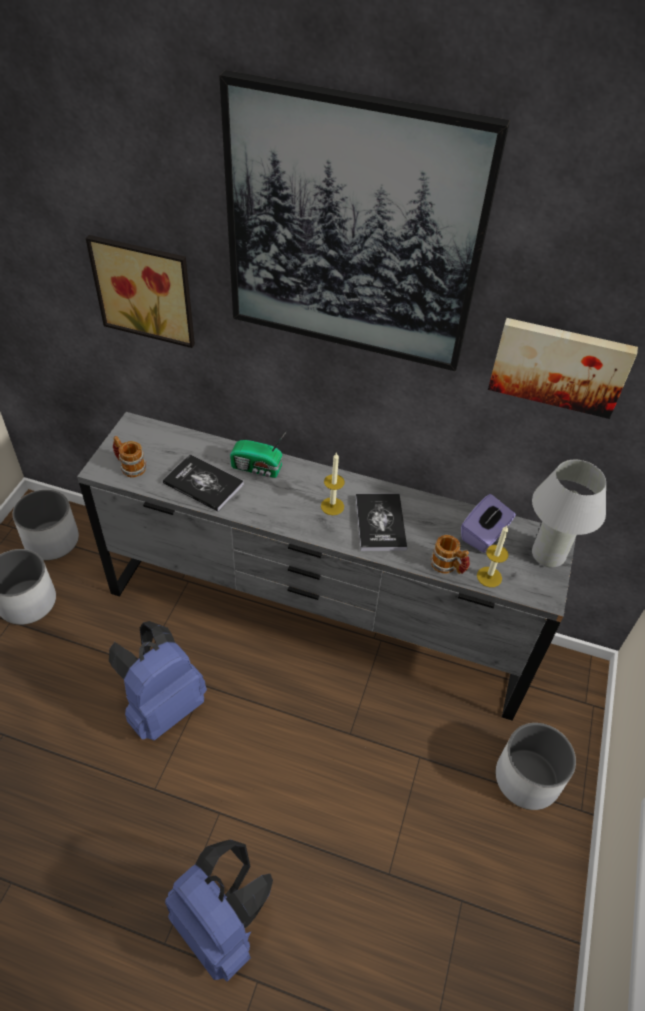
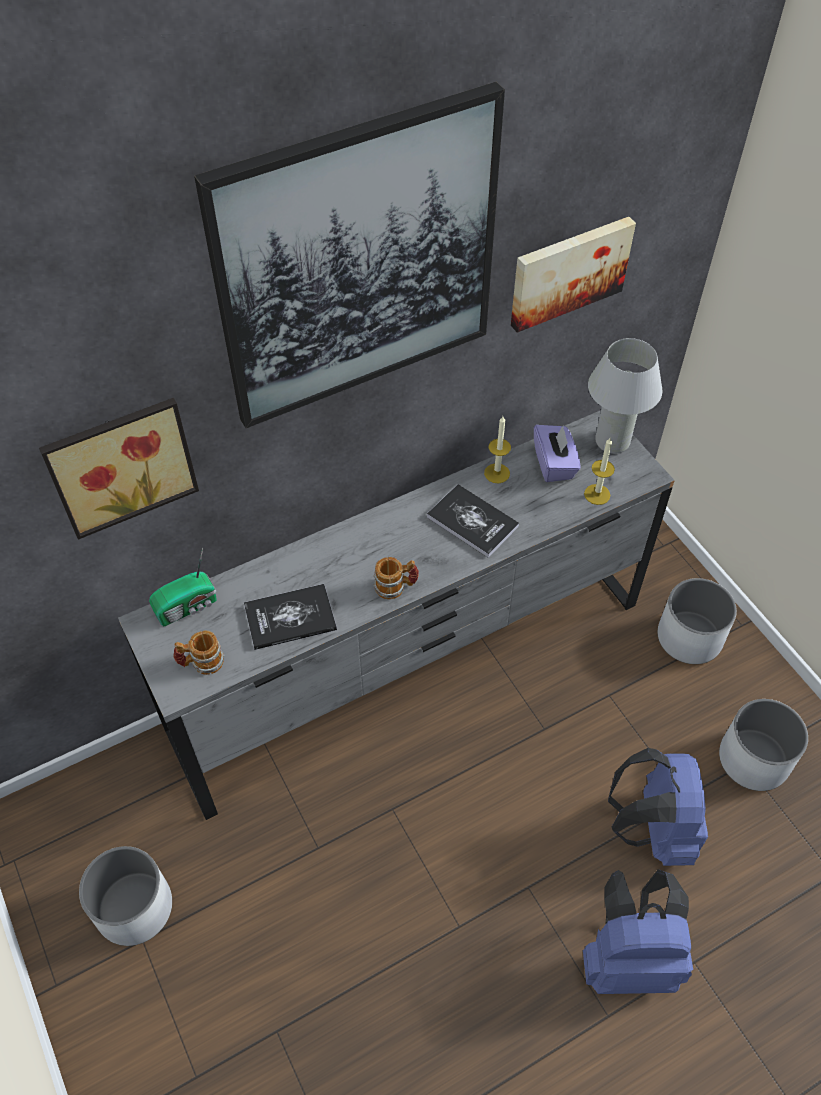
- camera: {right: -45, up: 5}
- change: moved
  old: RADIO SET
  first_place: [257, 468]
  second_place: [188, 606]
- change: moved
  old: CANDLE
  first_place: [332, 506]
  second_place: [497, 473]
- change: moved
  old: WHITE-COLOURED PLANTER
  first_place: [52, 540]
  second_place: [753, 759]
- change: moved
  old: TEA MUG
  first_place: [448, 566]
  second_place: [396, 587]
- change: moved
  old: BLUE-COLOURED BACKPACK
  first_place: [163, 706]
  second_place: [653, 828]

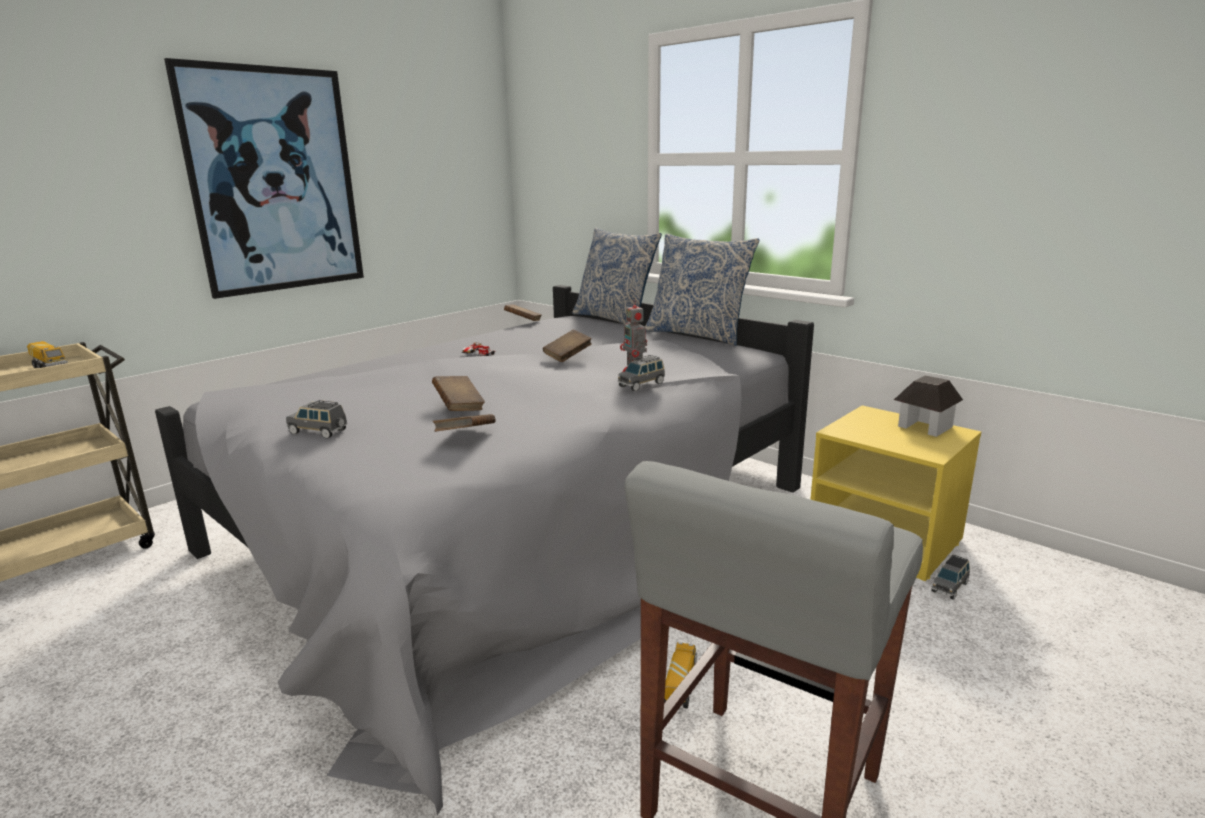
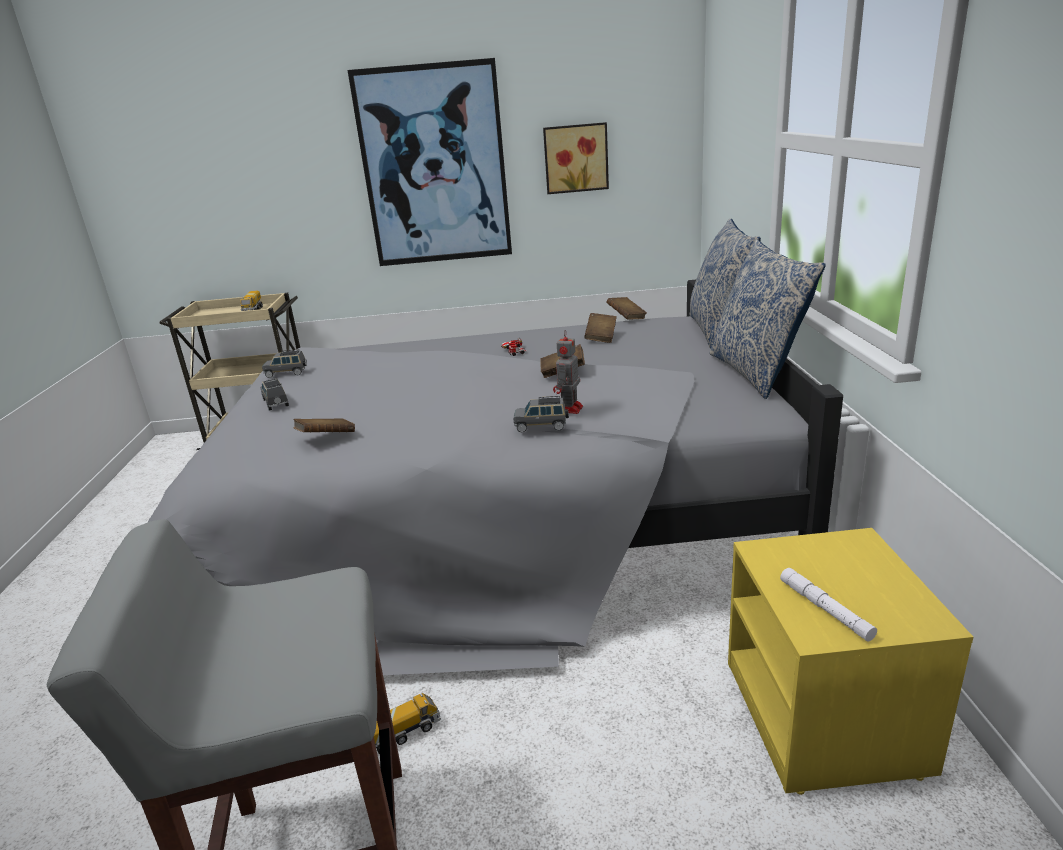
- camera: {right: 45, up: 5}
- change: moved
  old: BROWN BOOK
  first_place: [459, 406]
  second_place: [601, 337]
- change: removed
  old: TOY HOUSE
  first_place: [924, 427]
- change: moved
  old: GRAY TOY CAR
  first_place: [949, 587]
  second_place: [287, 373]
- change: added
  new: WALL PICTURE
  second_place: [575, 158]
- change: added
  new: WHITE-COLOURED TORCH
  second_place: [825, 609]

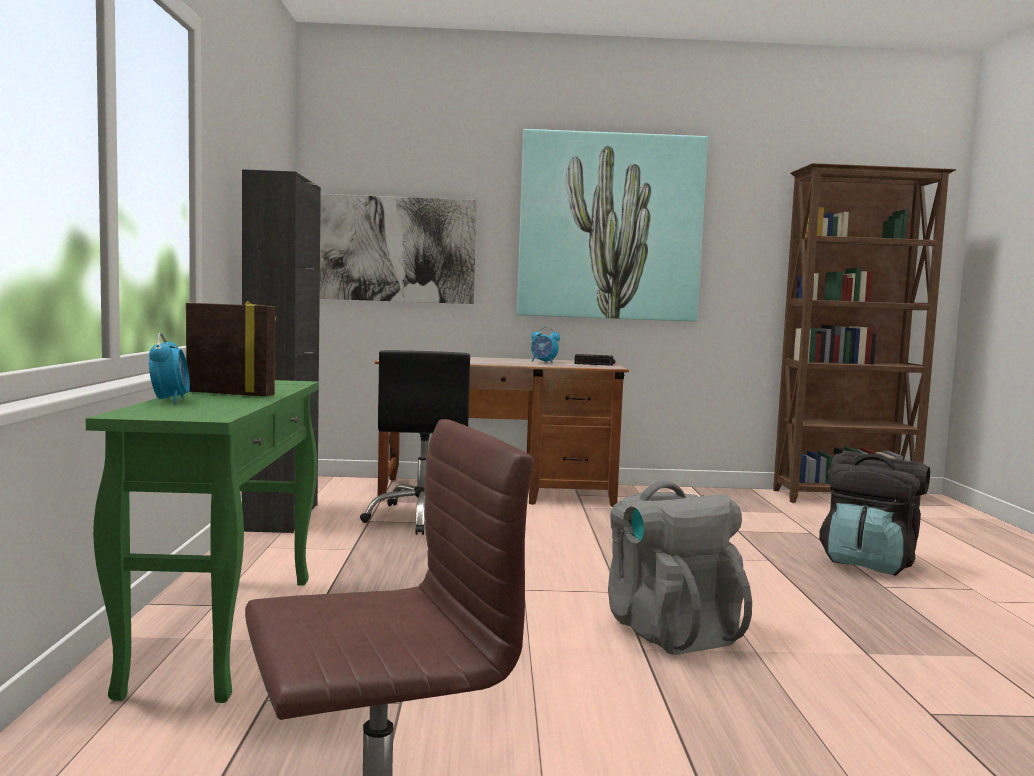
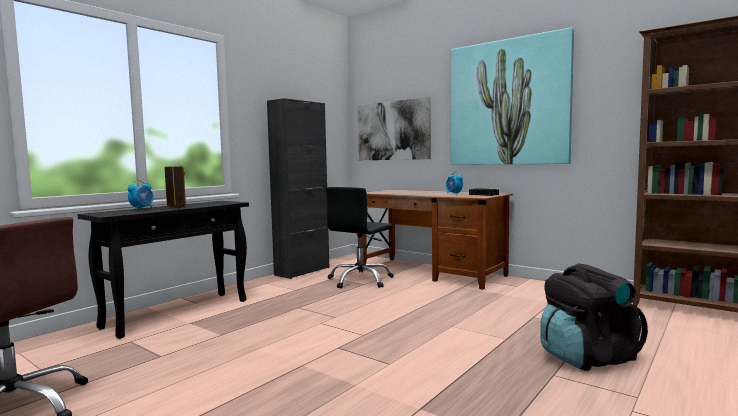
- camera: {right: 40, up: 0}
- change: recoloured
  old: GREENISH CONSOLE TABLE
  new: BLACK-COLOURED CONSOLE TABLE
  first_place: [226, 630]
  second_place: [178, 313]
- change: removed
  old: GRAY BACKPACK
  first_place: [668, 630]

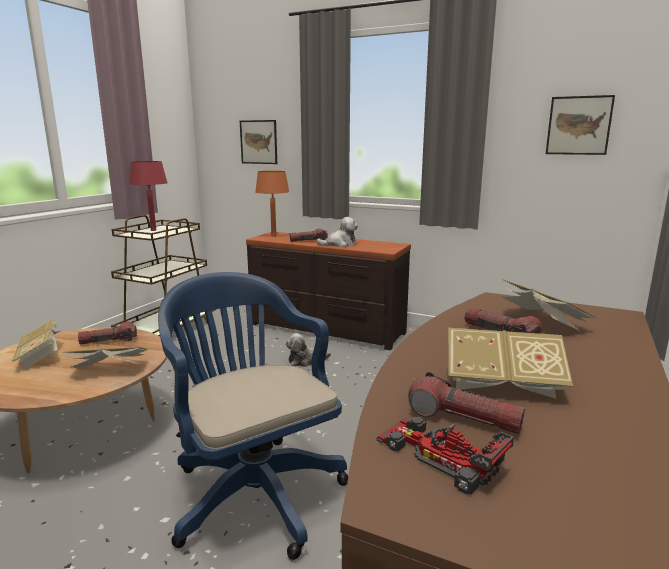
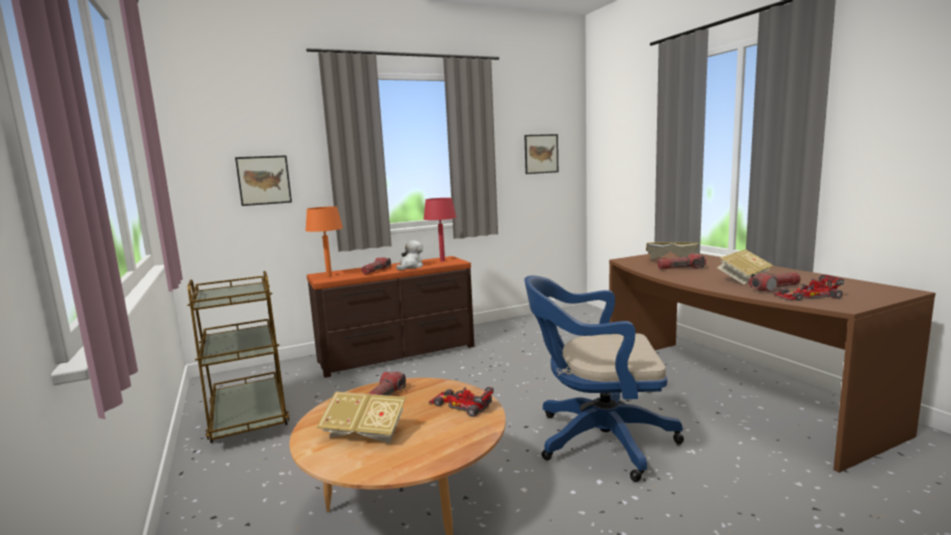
- camera: {right: -50, up: -5}
- change: moved
  old: RED TABLETOP LAMP
  first_place: [154, 230]
  second_place: [442, 260]
- change: removed
  old: SOFT TOY
  first_place: [305, 361]
- change: replaced
  old: BOOK
  new: TOY CAR
  first_place: [109, 371]
  second_place: [461, 404]

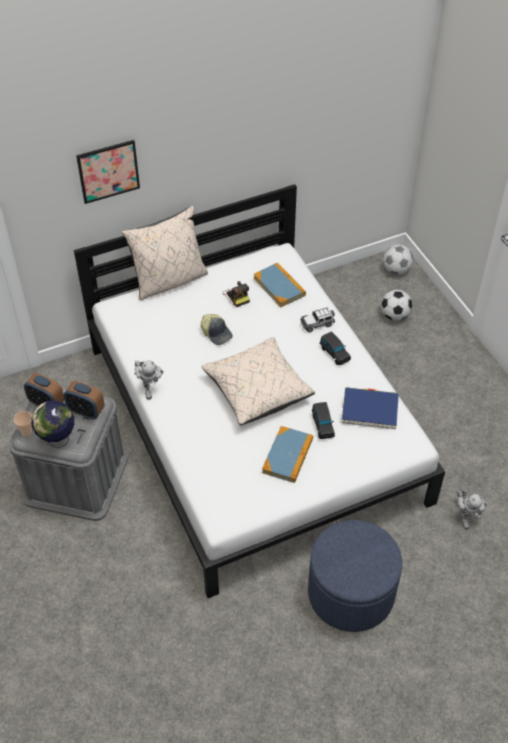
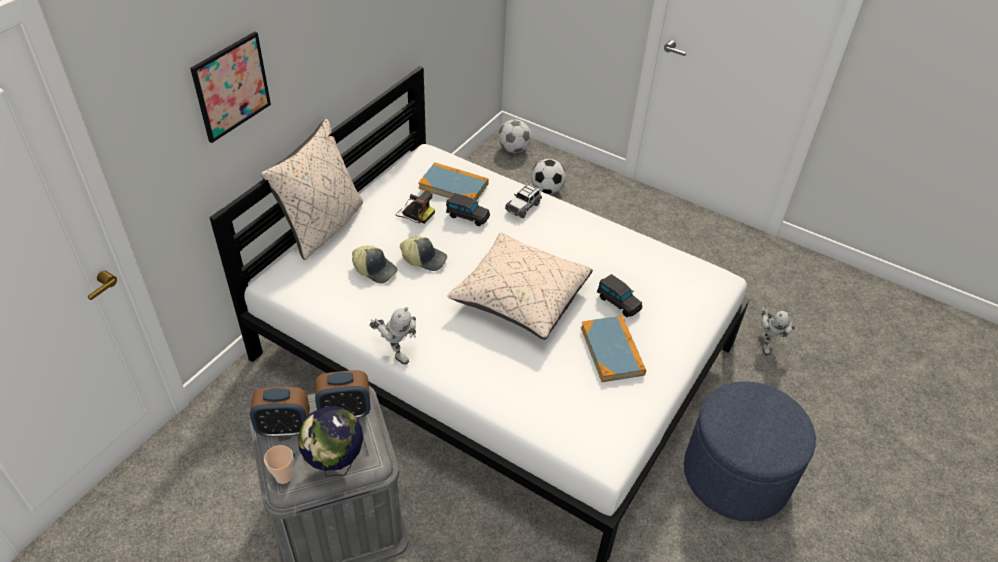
- camera: {right: -35, up: -5}
- change: moved
  old: BLACK-COLOURED TOY CAR
  first_place: [334, 353]
  second_place: [467, 216]
- change: removed
  old: BLUE-COLOURED BOOK
  first_place: [370, 410]
- change: turned
  old: ROBOT FIGURE
  first_place: [465, 516]
  second_place: [766, 343]
  degrees: 45
- change: added
  new: BASEBALL CAP
  second_place: [375, 269]

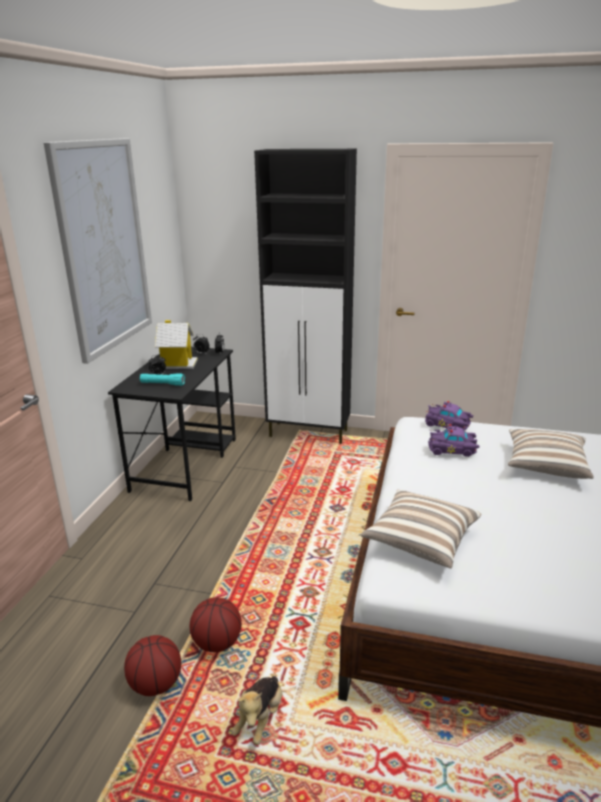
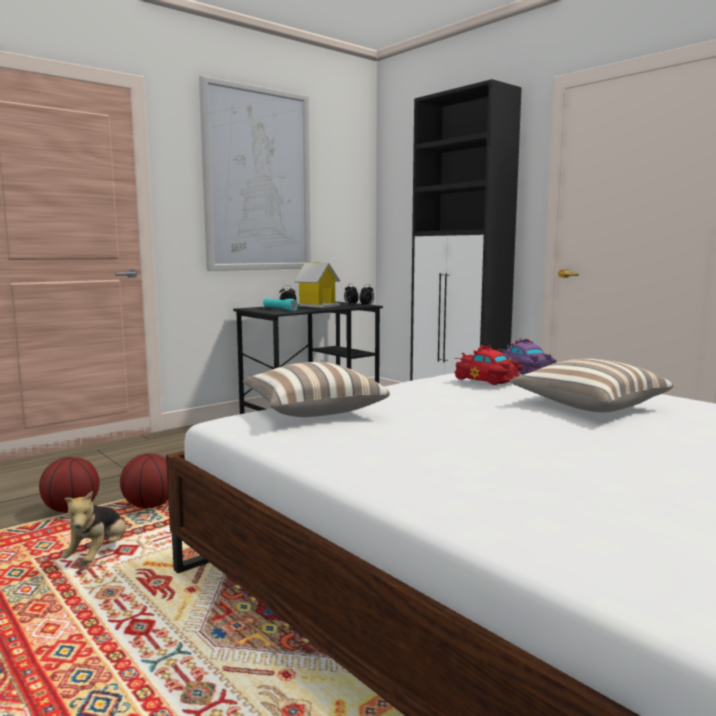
- camera: {right: 35, up: -15}
- change: recoloured
  old: PURPLE TOY CAR
  new: RED TOY CAR
  first_place: [453, 450]
  second_place: [487, 380]
- change: turned
  old: SOFT TOY
  first_place: [260, 718]
  second_place: [98, 554]
  degrees: -45

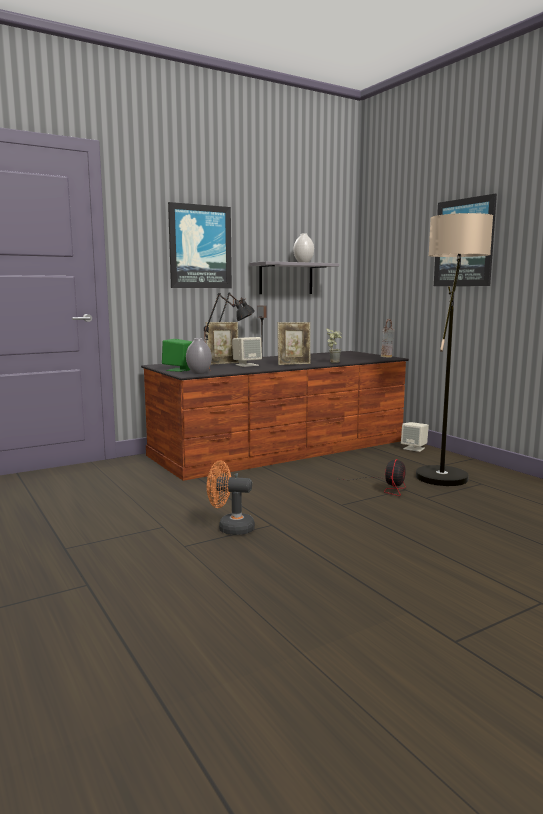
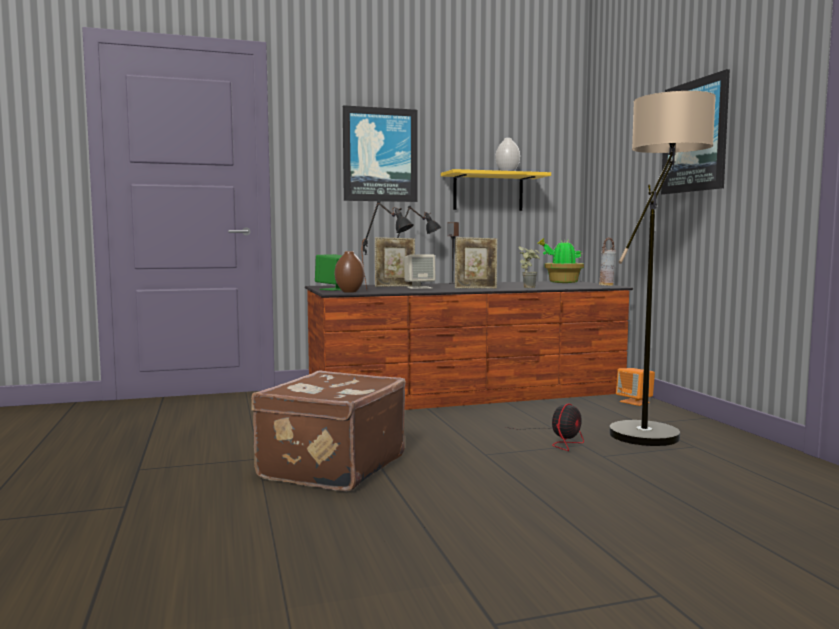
- camera: {right: 15, up: -5}
- change: recoloured
  old: GRAY BRACKET SHELF
  new: YELLOW-COLOURED BRACKET SHELF
  first_place: [286, 278]
  second_place: [488, 192]
- change: recoloured
  old: GRAY VASE
  new: BROWN VASE
  first_place: [198, 373]
  second_place: [349, 292]
- change: recoloured
  old: BEIGE LOUDSPEAKER
  new: ORANGE-COLOURED LOUDSPEAKER
  first_place: [414, 448]
  second_place: [635, 402]
- change: replaced
  old: ORANGE-COLOURED COOLING FAN
  new: BROWN TRAVEL CASE
  first_place: [230, 528]
  second_place: [330, 467]
- change: added
  new: HOUSEPLANT
  second_place: [562, 282]

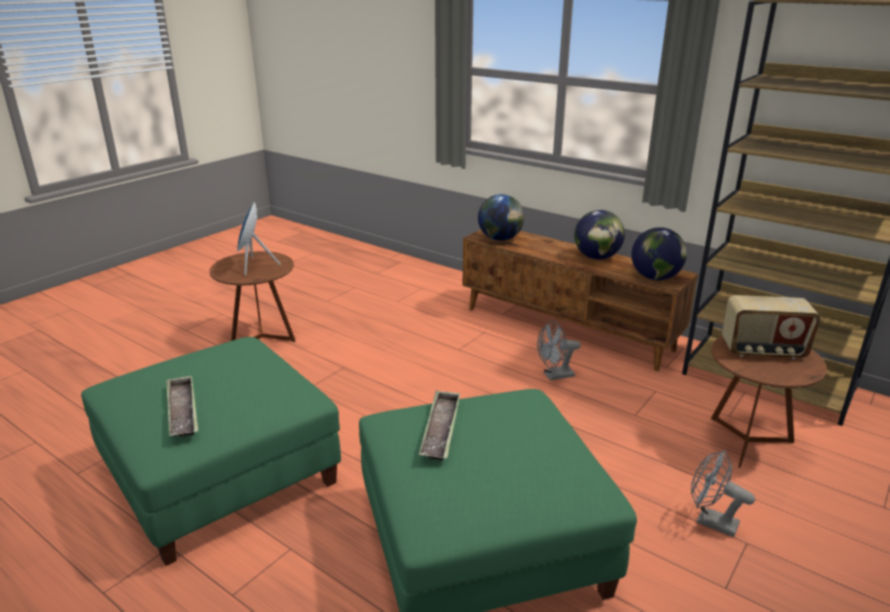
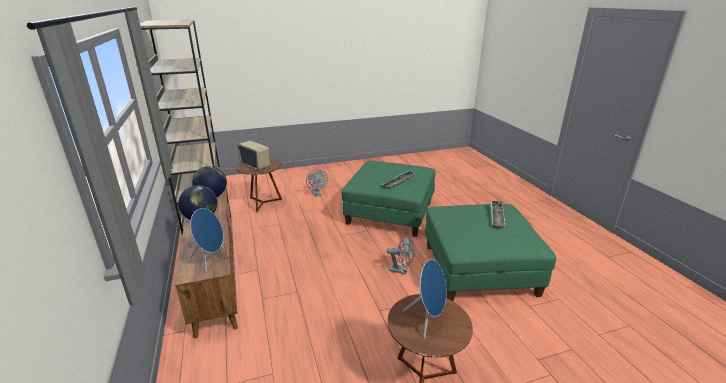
- camera: {right: -145, up: 0}
- change: replaced
  old: WORLD GLOBE
  new: BLUE-COLOURED LOUDSPEAKER
  first_place: [500, 239]
  second_place: [211, 259]
- change: moved
  old: GRAY COOLING FAN
  first_place: [554, 376]
  second_place: [401, 270]

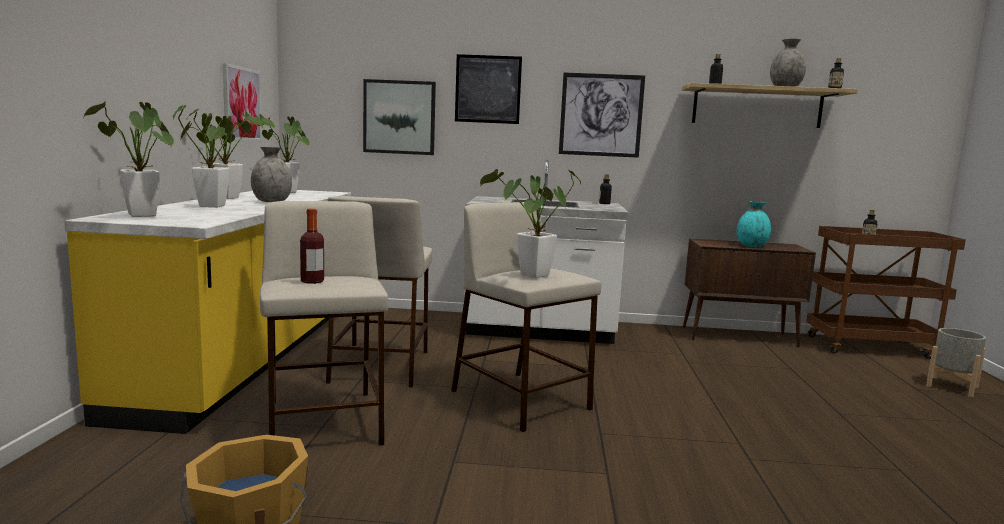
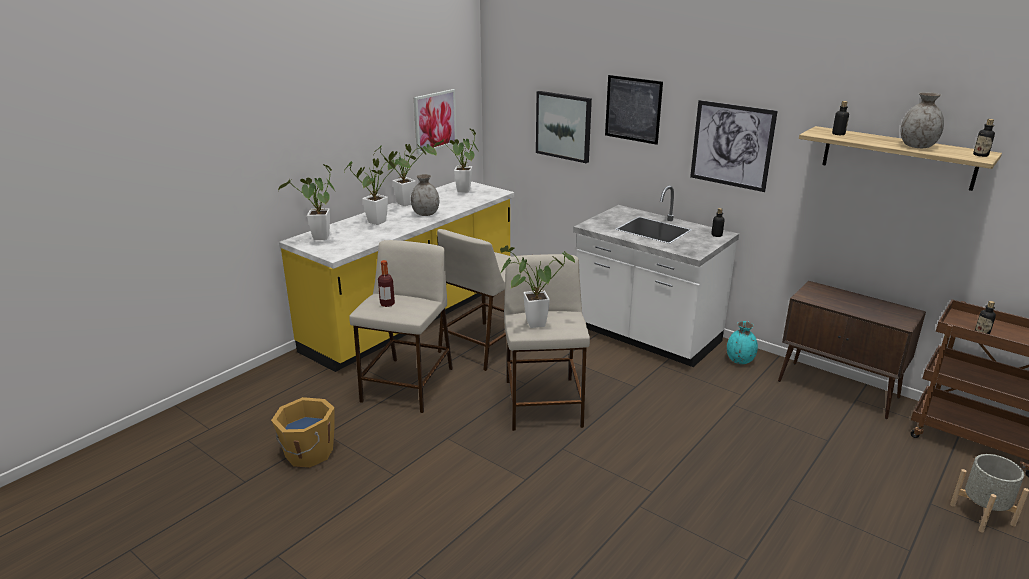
- camera: {right: 35, up: 15}
- change: moved
  old: TURQUOISE VASE
  first_place: [751, 246]
  second_place: [739, 360]

